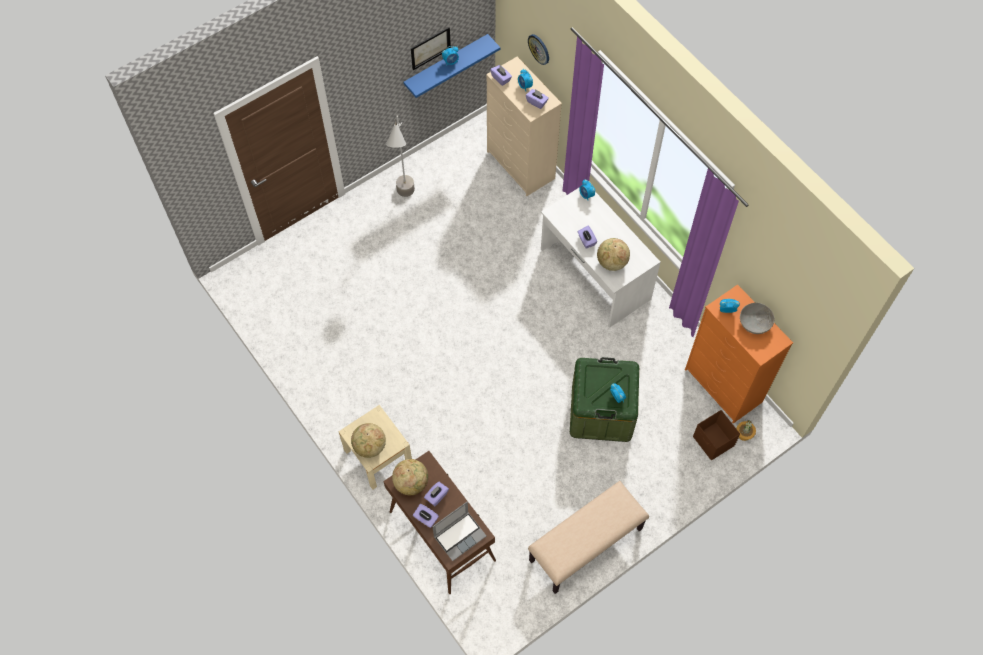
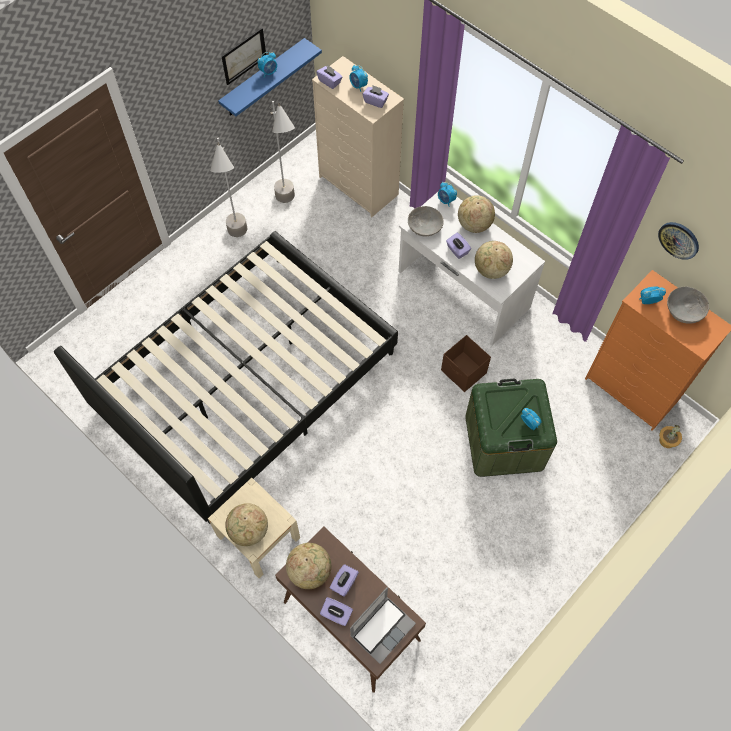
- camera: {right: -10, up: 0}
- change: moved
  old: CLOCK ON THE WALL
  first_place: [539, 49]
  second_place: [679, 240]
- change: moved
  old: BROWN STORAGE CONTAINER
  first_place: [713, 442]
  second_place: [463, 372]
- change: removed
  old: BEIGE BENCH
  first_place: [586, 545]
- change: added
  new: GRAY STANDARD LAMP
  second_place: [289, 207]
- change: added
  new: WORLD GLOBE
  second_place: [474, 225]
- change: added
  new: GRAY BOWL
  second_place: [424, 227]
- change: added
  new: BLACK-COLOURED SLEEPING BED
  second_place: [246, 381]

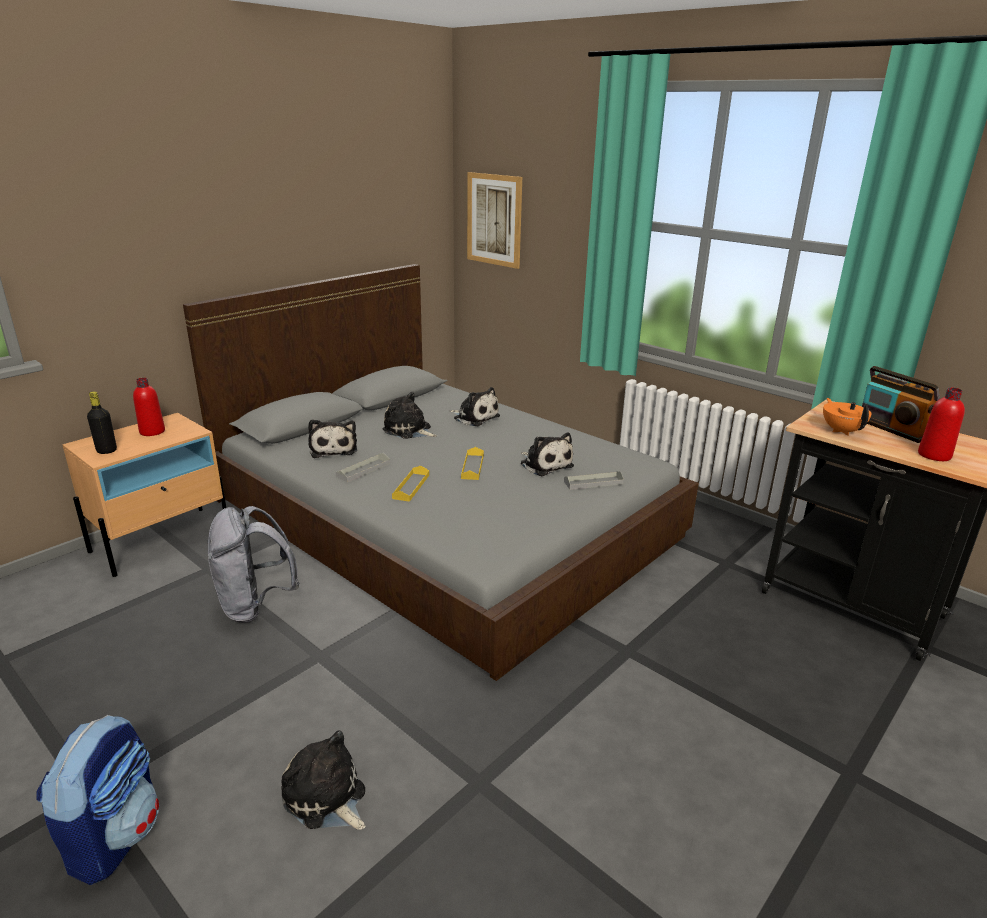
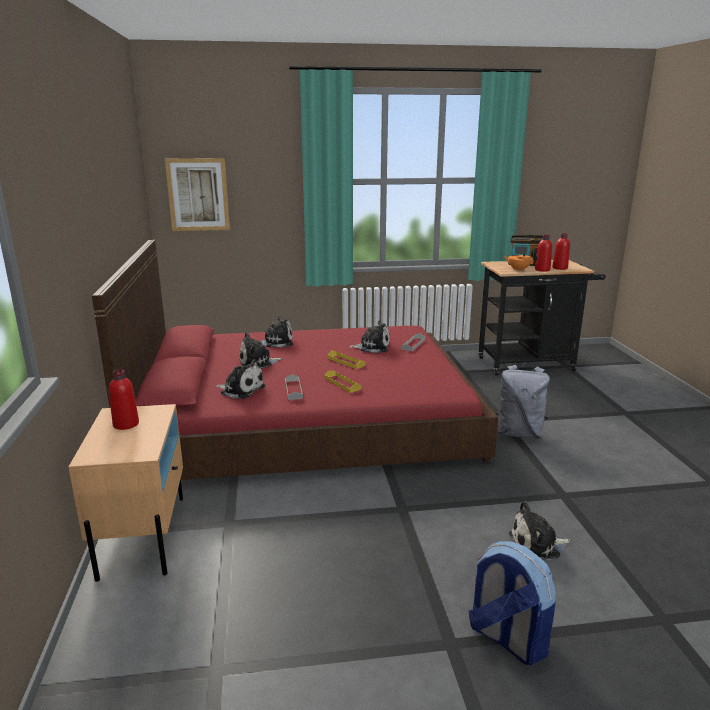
- camera: {right: -50, up: -5}
- change: recoloured
  old: GRAY SLEEPING BED
  new: RED SLEEPING BED
  first_place: [445, 517]
  second_place: [305, 418]
- change: removed
  old: BLACK-COLOURED BEVERAGE BOTTLE
  first_place: [106, 451]
- change: moved
  old: GRAY BACKPACK
  first_place: [255, 605]
  second_place: [519, 433]
- change: added
  new: RED BEVERAGE BOTTLE
  second_place: [542, 270]

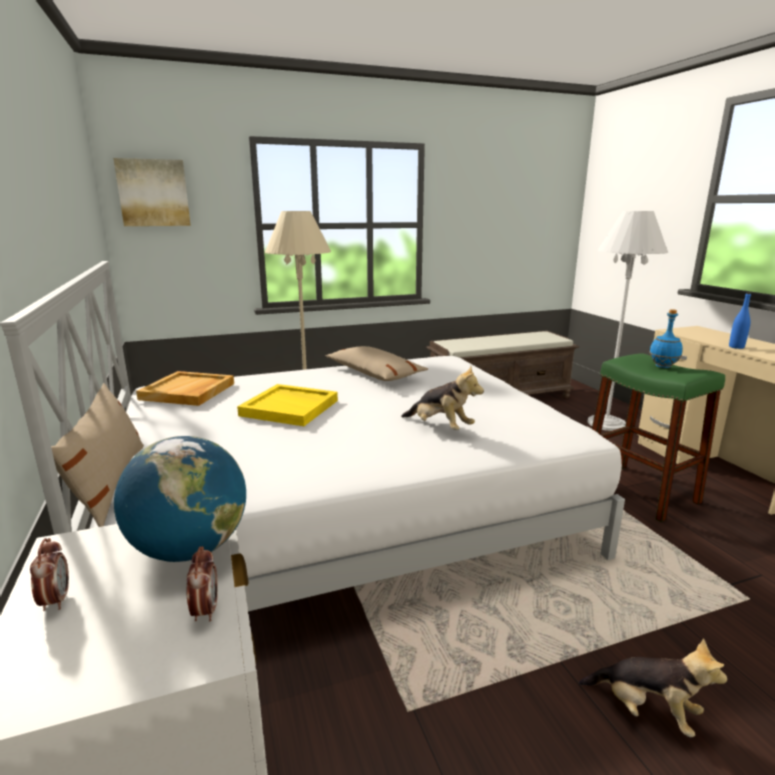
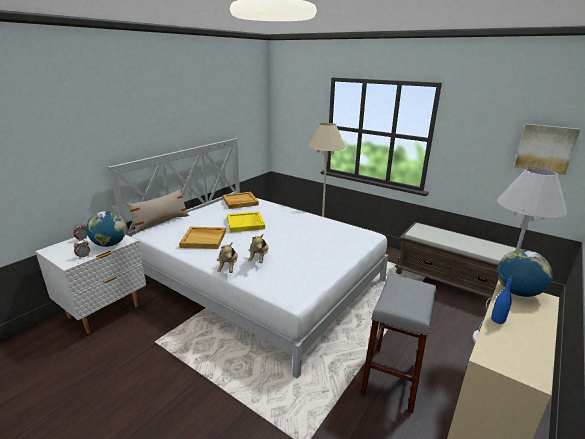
- camera: {right: 55, up: 5}
- change: moved
  old: WALL PICTURE
  first_place: [153, 193]
  second_place: [545, 148]
- change: removed
  old: BLUE-COLOURED BEVERAGE BOTTLE
  first_place: [662, 367]
- change: removed
  old: BEIGE PILLOW
  first_place: [374, 373]
- change: recoloured
  old: GREENISH SITTING STOOL
  new: GRAY SITTING STOOL
  first_place: [639, 491]
  second_place: [392, 377]
- change: moved
  old: SOFT TOY
  first_place: [646, 710]
  second_place: [228, 268]
- change: added
  new: BEIGE SERVING TRAY
  second_place: [204, 239]
- change: added
  new: WORLD GLOBE
  second_place: [517, 292]

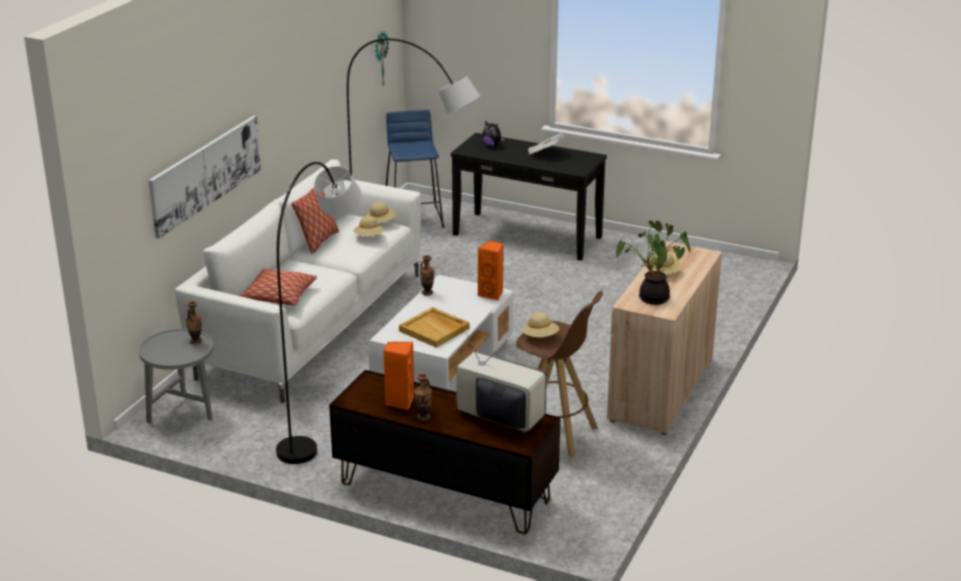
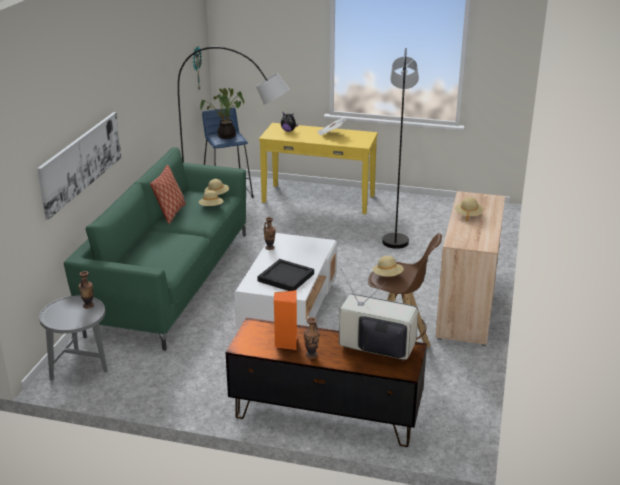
- camera: {right: -10, up: 0}
- change: recoloured
  old: BLACK-COLOURED CONSOLE TABLE
  new: YELLOW-COLOURED CONSOLE TABLE
  first_place: [527, 236]
  second_place: [318, 199]
- change: recoloured
  old: WHITE-COLOURED SOFA
  new: GREENISH SOFA
  first_place: [311, 323]
  second_place: [171, 281]
- change: moved
  old: GRAY STANDARD LAMP
  first_place: [325, 412]
  second_place: [396, 220]
- change: moved
  old: HOUSEPLANT
  first_place: [651, 299]
  second_place: [225, 136]
- change: removed
  old: ORANGE-COLOURED LOUDSPEAKER
  first_place: [492, 294]
- change: removed
  old: PILLOW
  first_place: [278, 295]
- change: recoloured
  old: BEIGE SERVING TRAY
  new: BLACK-COLOURED SERVING TRAY
  first_place: [435, 329]
  second_place: [286, 277]

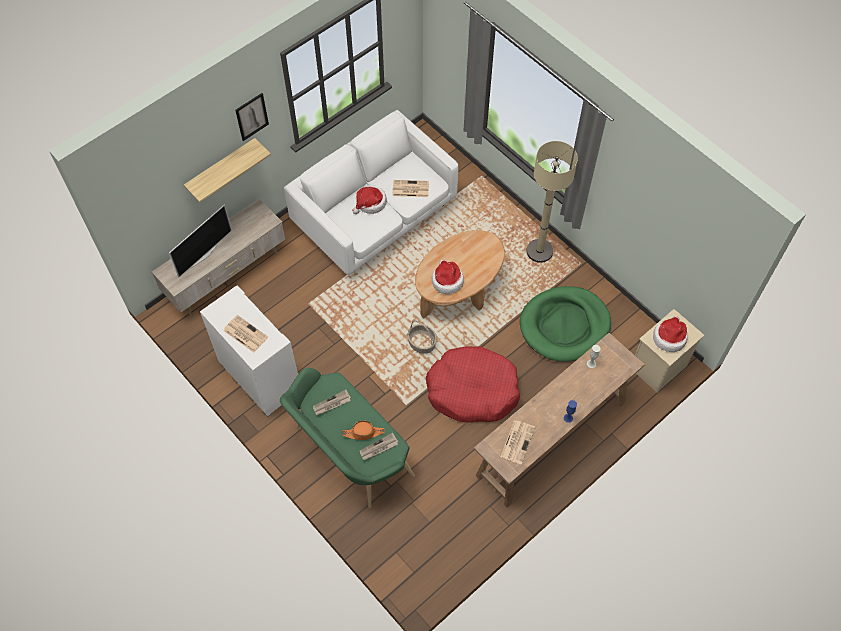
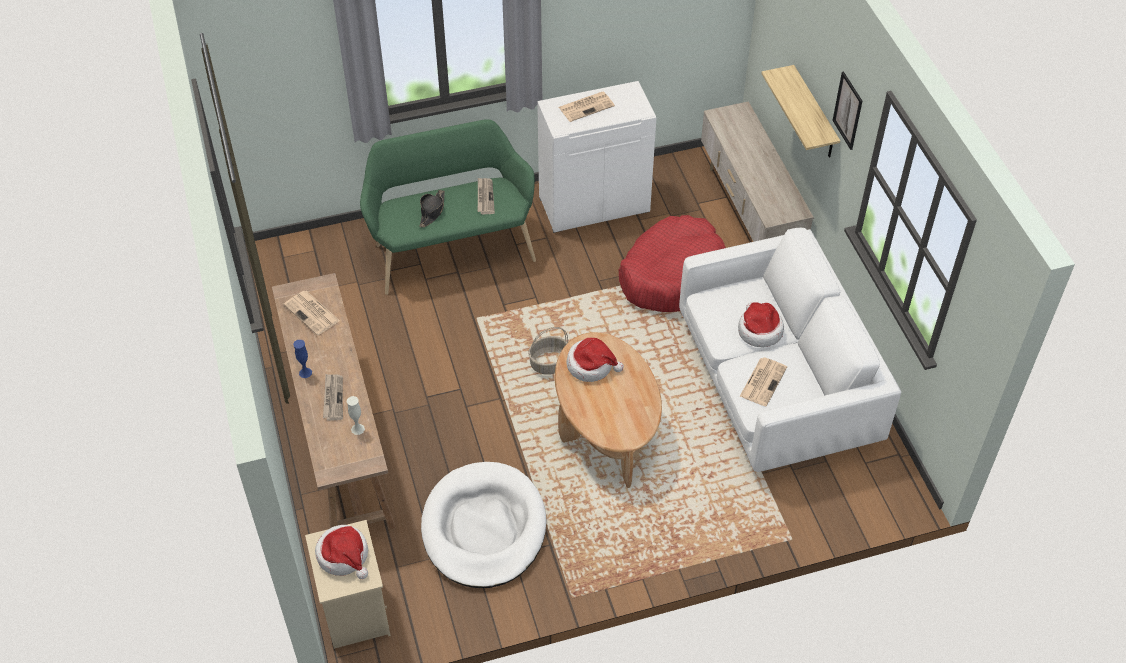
- camera: {right: 115, up: -10}
- change: removed
  old: BEIGE STANDARD LAMP
  first_place: [539, 251]
- change: removed
  old: TV
  first_place: [204, 255]
- change: recoloured
  old: GREENISH PET BED
  new: WHITE-COLOURED PET BED
  first_place: [564, 325]
  second_place: [484, 528]
- change: moved
  old: RED PET BED
  first_place: [472, 390]
  second_place: [671, 274]
- change: recoloured
  old: ORANGE-COLOURED CLOTHING HAT
  new: BLACK-COLOURED CLOTHING HAT
  first_place: [363, 433]
  second_place: [432, 211]
- change: moved
  old: DAILY PAPER
  first_place: [378, 448]
  second_place: [333, 398]

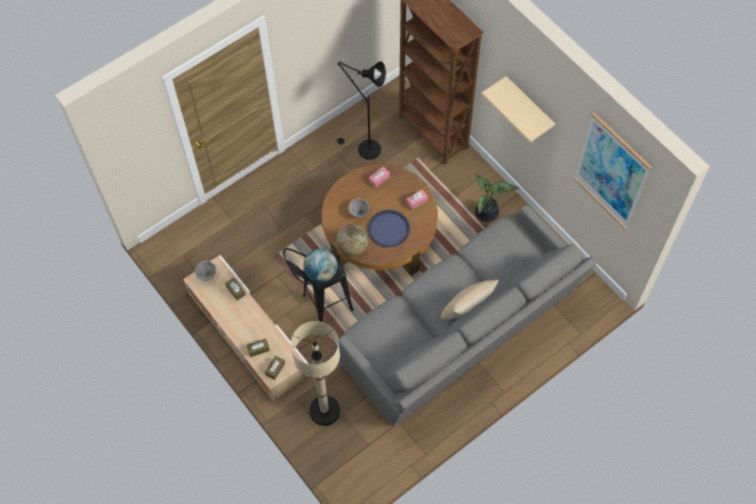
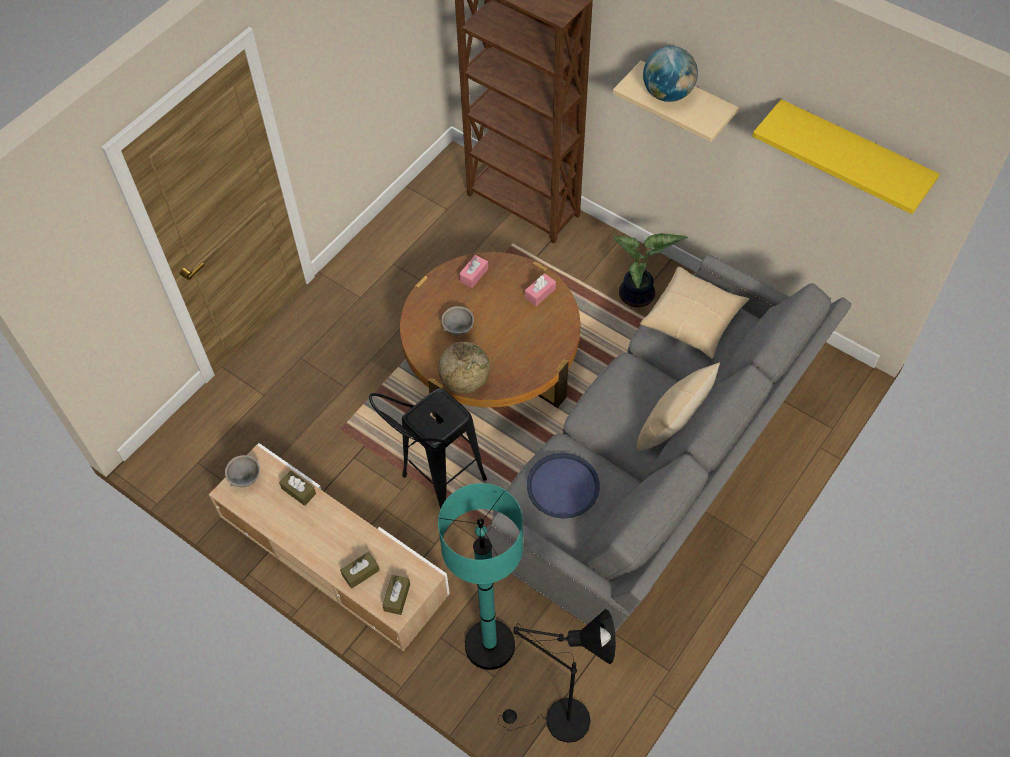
- camera: {right: -15, up: -5}
- change: moved
  old: BLACK-COLOURED STANDARD LAMP
  first_place: [364, 149]
  second_place: [558, 721]
- change: replaced
  old: WALL PICTURE
  new: YELLOW-COLOURED BRACKET SHELF
  first_place: [611, 172]
  second_place: [853, 151]
- change: moved
  old: BLUE-COLOURED SERVING TRAY
  first_place: [388, 229]
  second_place: [562, 486]
- change: moved
  old: WORLD GLOBE
  first_place: [321, 273]
  second_place: [667, 94]
- change: recoloured
  old: BEIGE STANDARD LAMP
  new: TURQUOISE STANDARD LAMP
  first_place: [324, 411]
  second_place: [489, 645]
- change: added
  new: BEIGE PILLOW
  second_place: [693, 319]

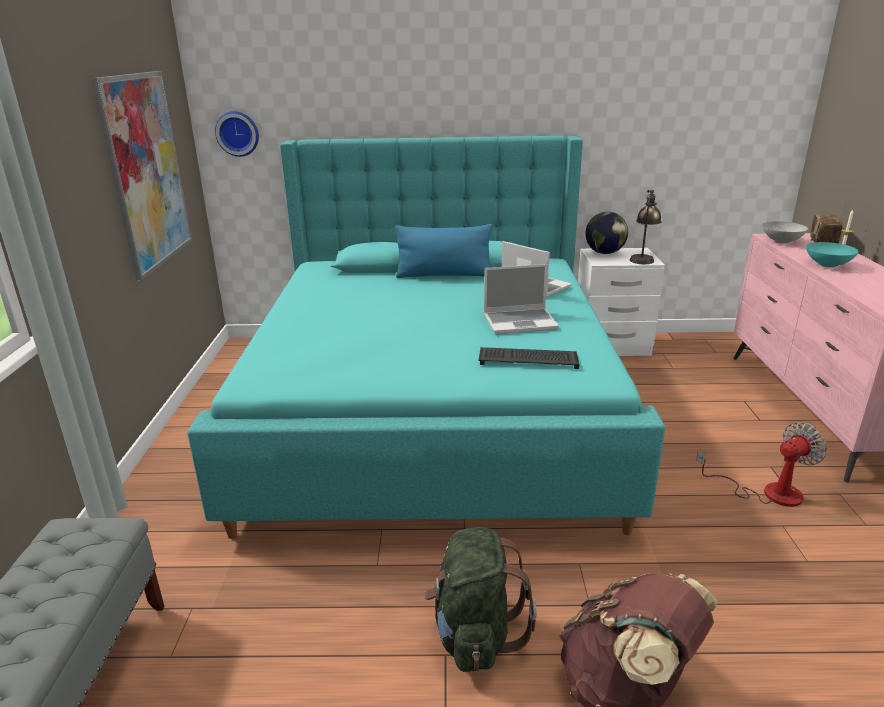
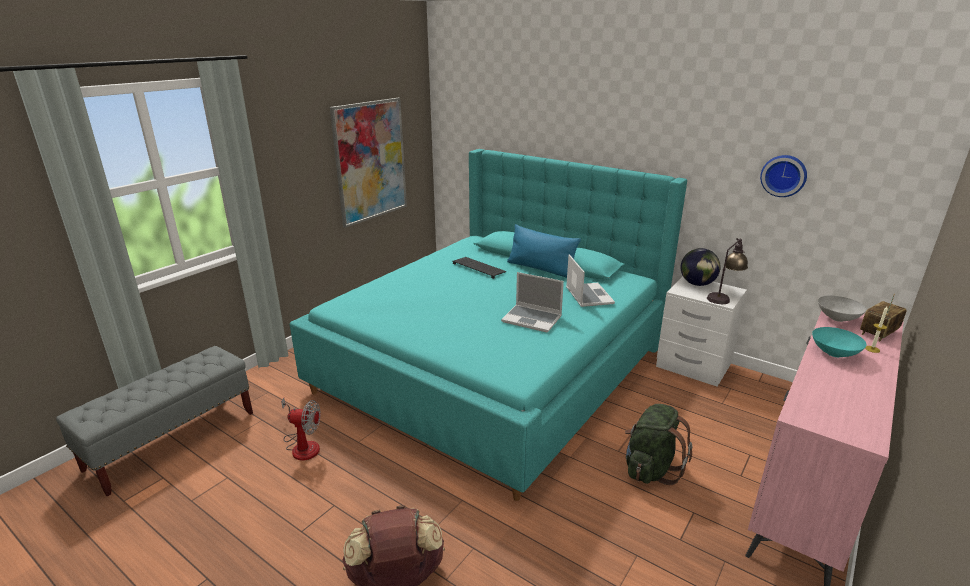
- camera: {right: 35, up: 0}
- change: moved
  old: CLOCK ON THE WALL
  first_place: [238, 133]
  second_place: [784, 175]
- change: moved
  old: PC KEYBOARD
  first_place: [529, 359]
  second_place: [479, 268]
- change: moved
  old: COOLING FAN
  first_place: [767, 492]
  second_place: [303, 445]
- change: moved
  old: GREENISH BACKPACK
  first_place: [475, 635]
  second_place: [650, 468]

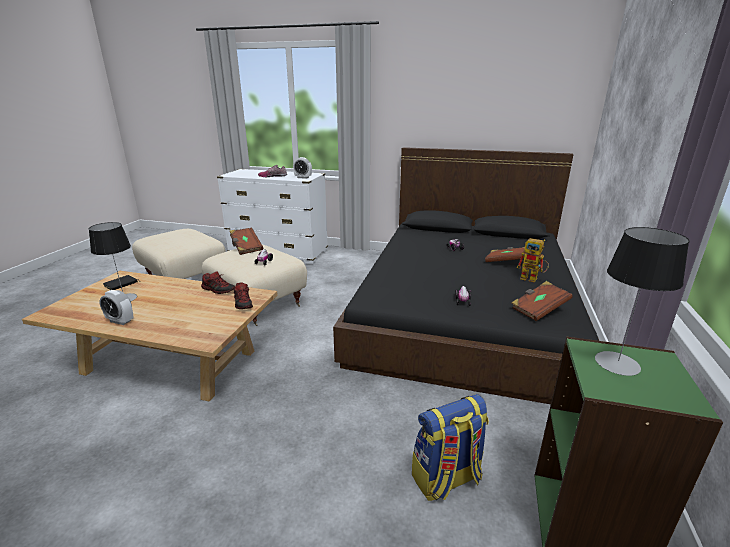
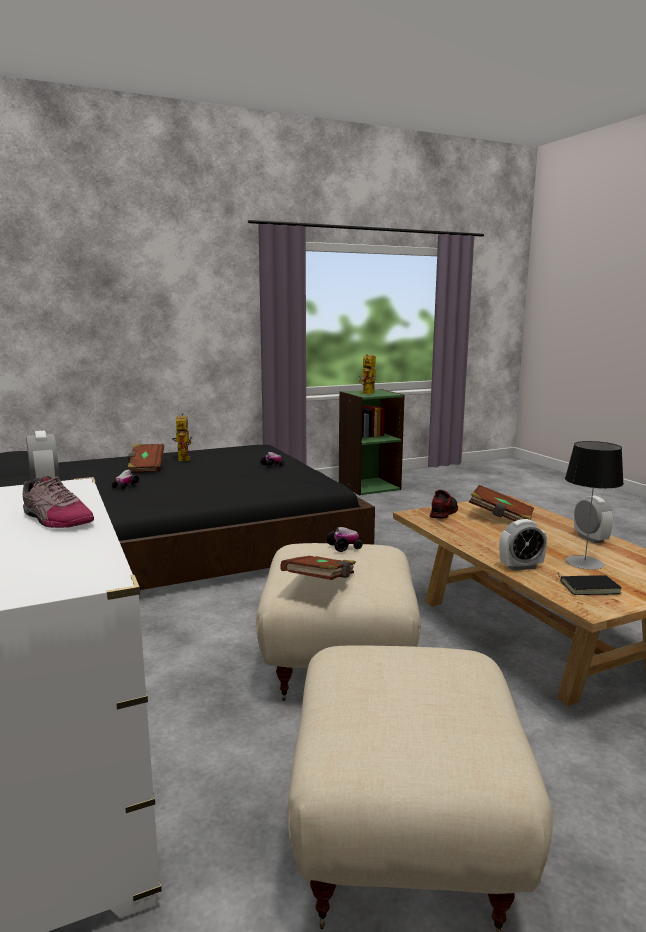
- camera: {right: -130, up: -10}
- change: replaced
  old: TABLETOP LAMP
  new: ROBOT FIGURE
  first_place: [617, 363]
  second_place: [368, 393]
- change: removed
  old: LOW SHOE
  first_place: [219, 290]
- change: moved
  old: BROWN BOOK
  first_place: [538, 309]
  second_place: [500, 518]
- change: removed
  old: BACKPACK
  first_place: [446, 479]
- change: added
  new: BEDSIDE CLOCK
  second_place: [521, 567]

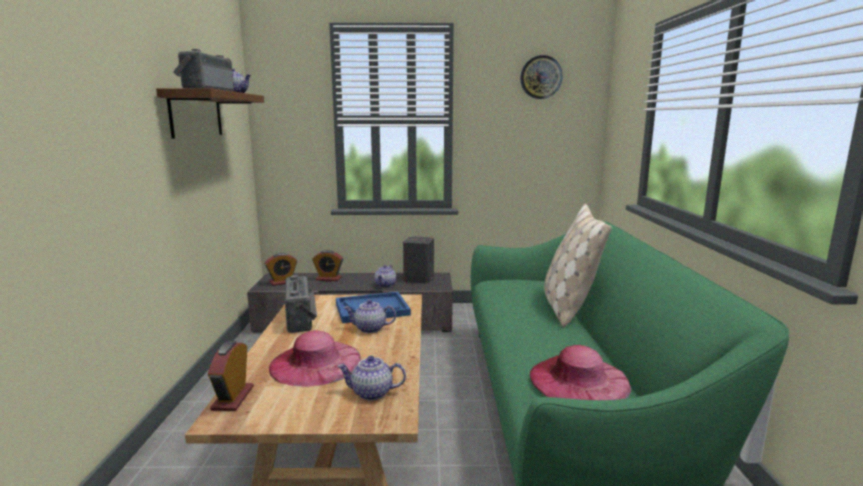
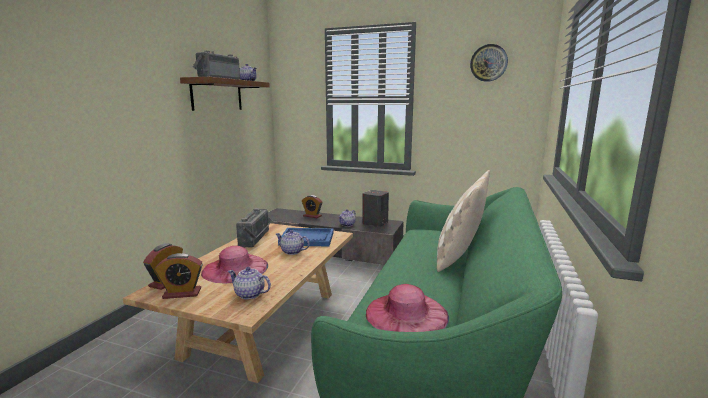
- camera: {right: 20, up: 0}
- change: moved
  old: BEDSIDE CLOCK
  first_place: [282, 282]
  second_place: [182, 293]

